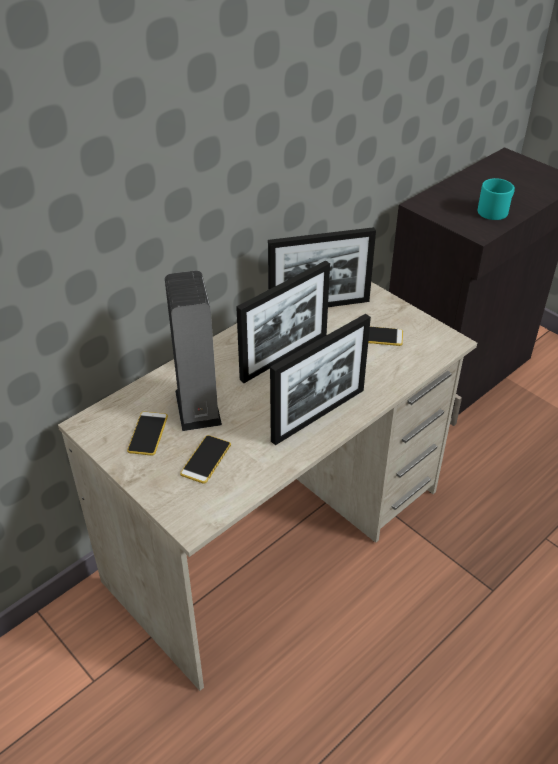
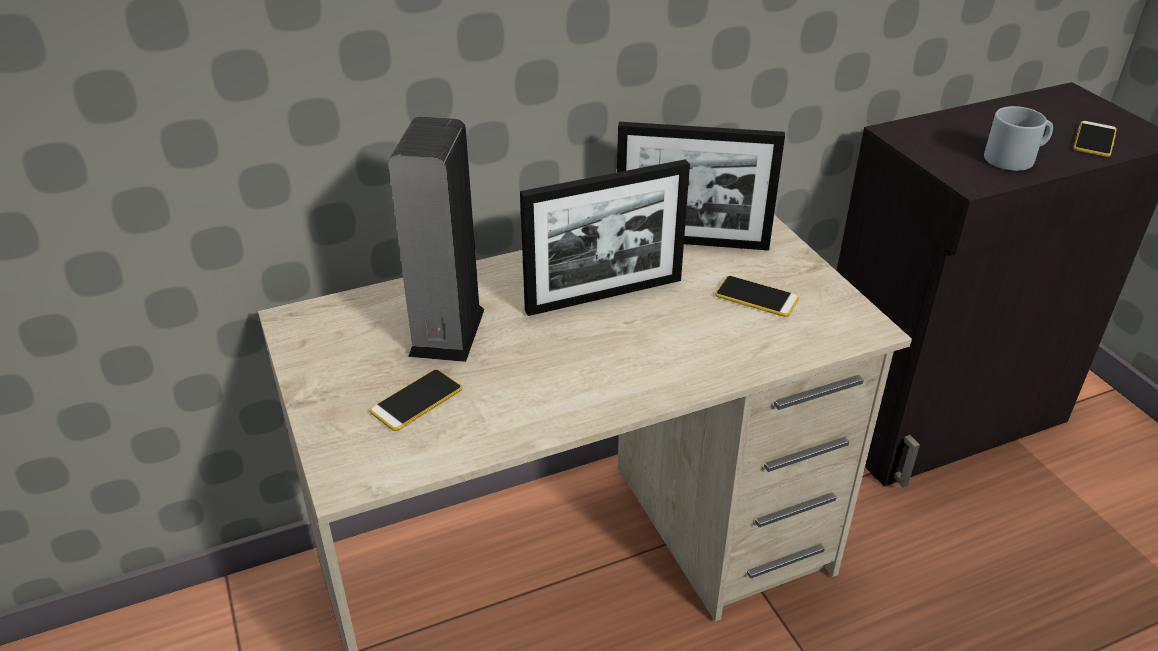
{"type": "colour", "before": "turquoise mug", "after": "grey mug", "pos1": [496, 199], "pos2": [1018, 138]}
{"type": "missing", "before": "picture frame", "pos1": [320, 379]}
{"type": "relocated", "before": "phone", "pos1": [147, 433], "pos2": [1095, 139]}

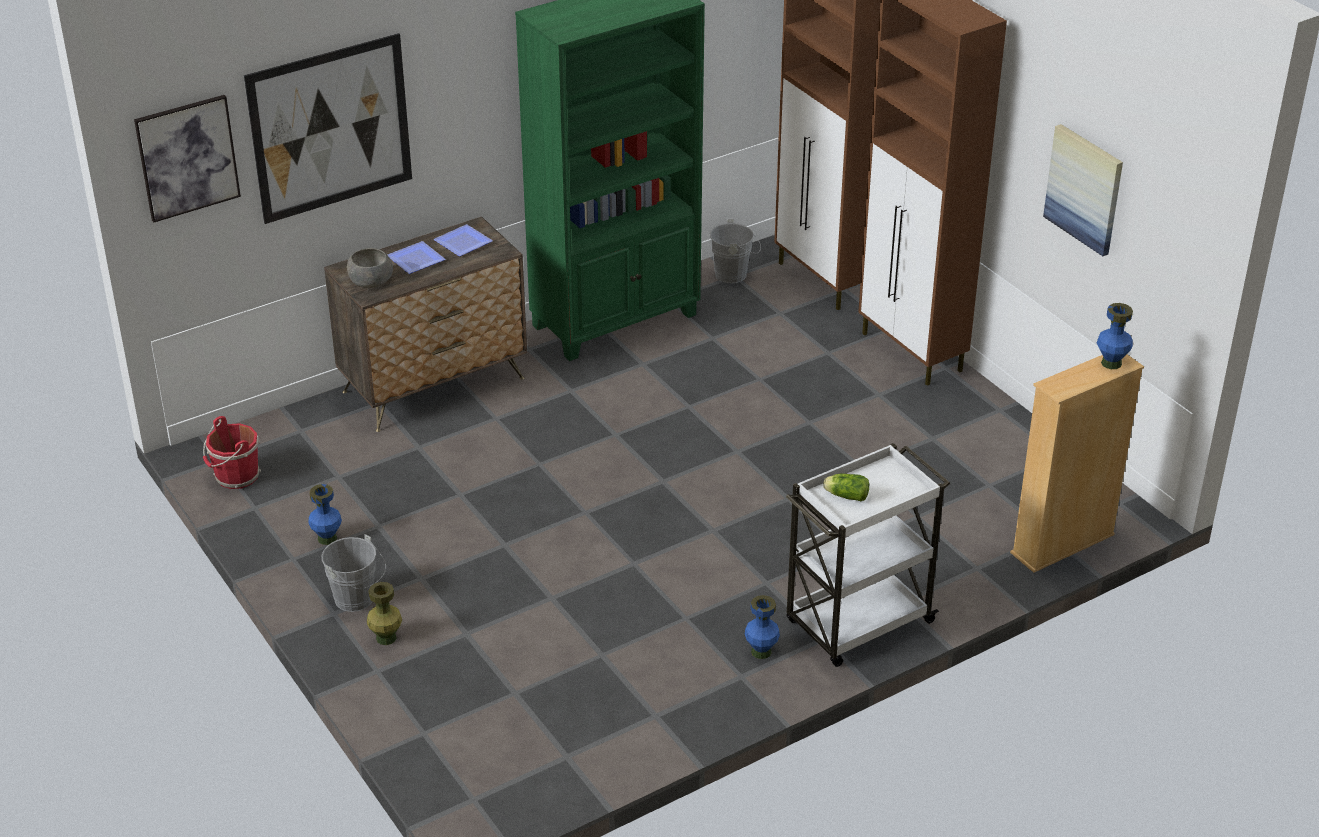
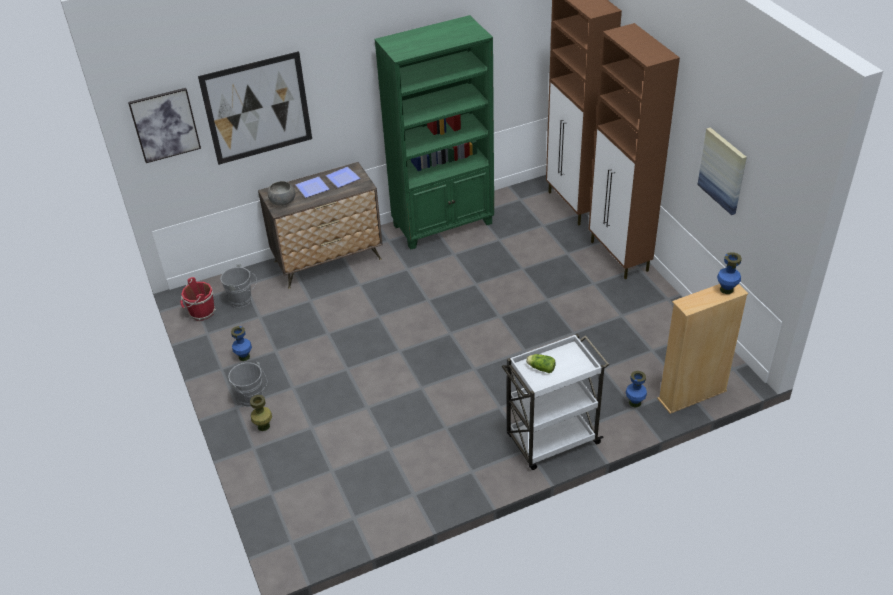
{"type": "relocated", "before": "grey bucket", "pos1": [735, 251], "pos2": [238, 285]}
{"type": "relocated", "before": "blue vase", "pos1": [762, 627], "pos2": [636, 389]}

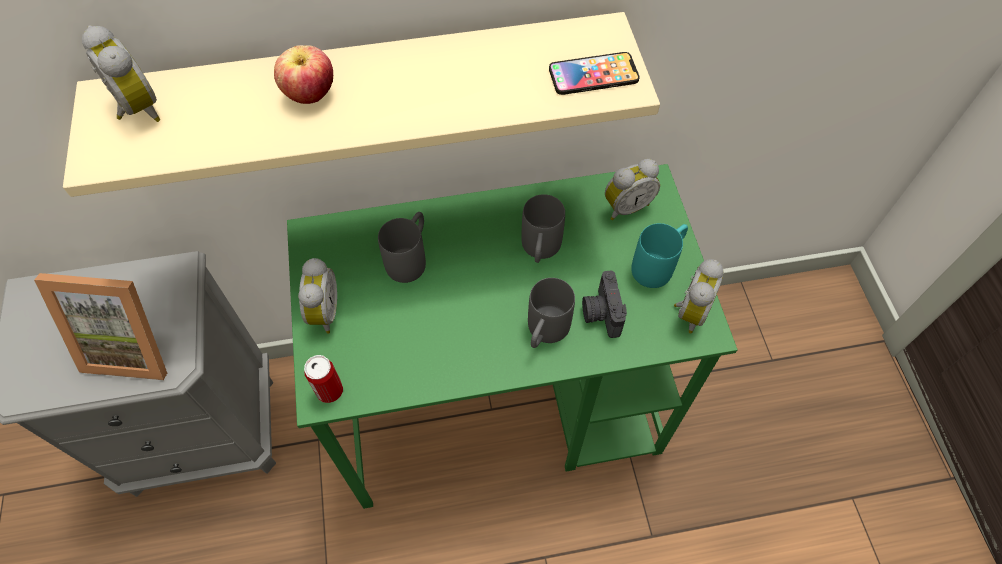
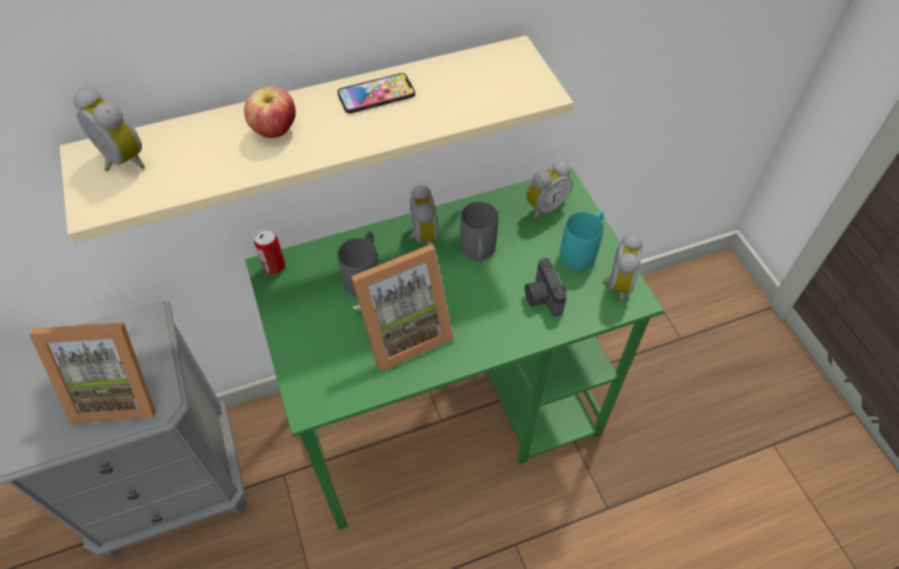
{"type": "relocated", "before": "phone", "pos1": [594, 73], "pos2": [376, 93]}
{"type": "relocated", "before": "alarm clock", "pos1": [317, 296], "pos2": [423, 214]}
{"type": "missing", "before": "grey mug", "pos1": [551, 313]}
{"type": "relocated", "before": "can", "pos1": [323, 379], "pos2": [269, 251]}
{"type": "appeared", "after": "picture frame", "pos2": [402, 308]}

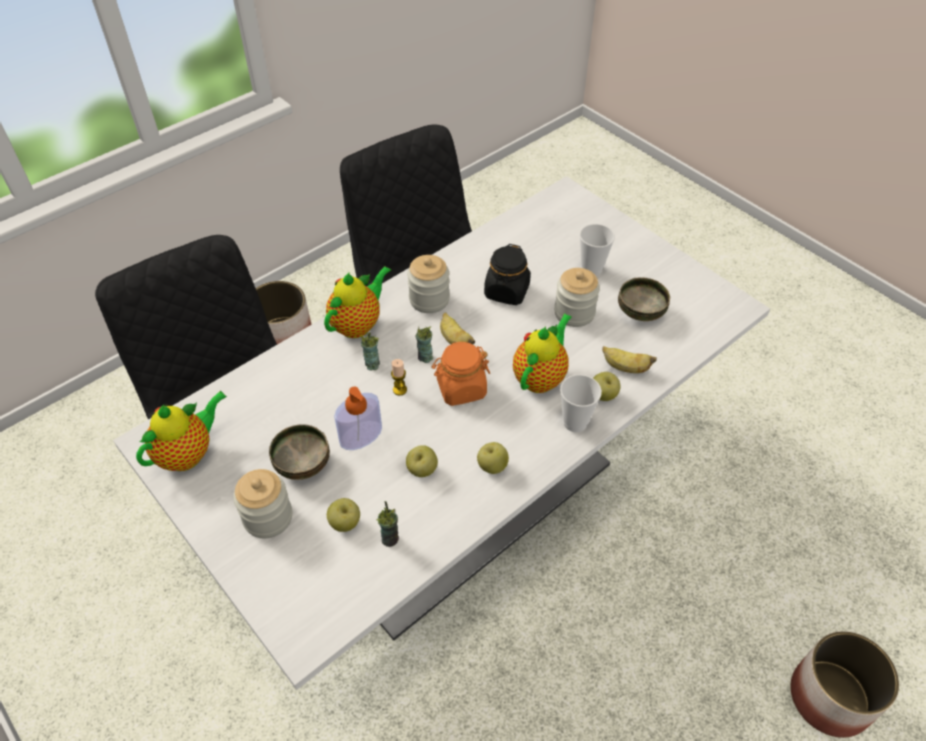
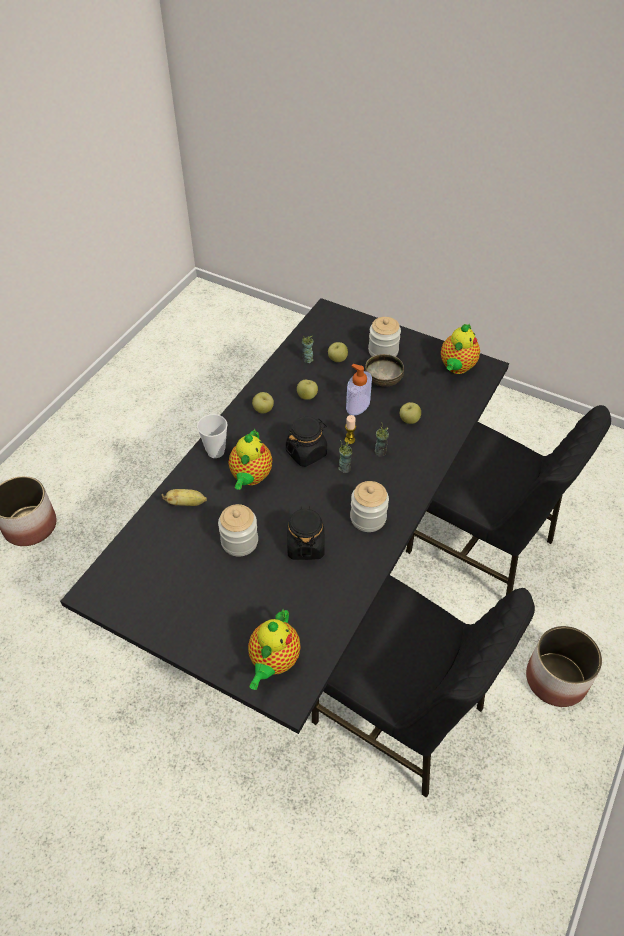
{"type": "colour", "before": "white dining table", "after": "black dining table", "pos1": [441, 433], "pos2": [284, 516]}
{"type": "missing", "before": "cup", "pos1": [597, 250]}
{"type": "relocated", "before": "teapot", "pos1": [357, 302], "pos2": [274, 649]}
{"type": "missing", "before": "bowl", "pos1": [644, 299]}
{"type": "missing", "before": "banana", "pos1": [457, 328]}
{"type": "colour", "before": "orange jar", "after": "black jar", "pos1": [460, 374], "pos2": [306, 442]}
{"type": "relocated", "before": "apple", "pos1": [606, 386], "pos2": [410, 413]}

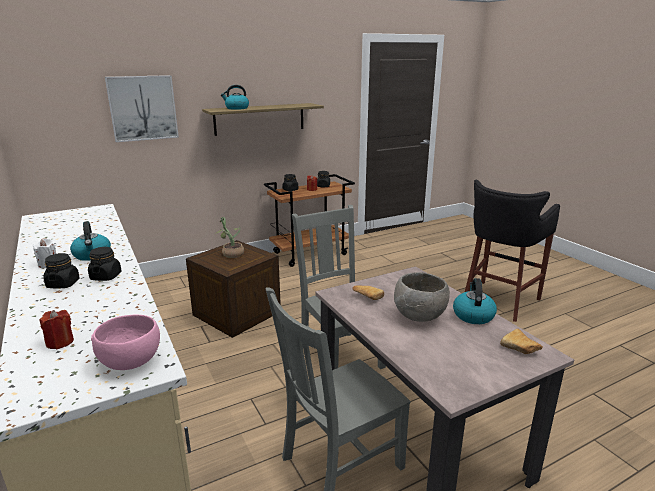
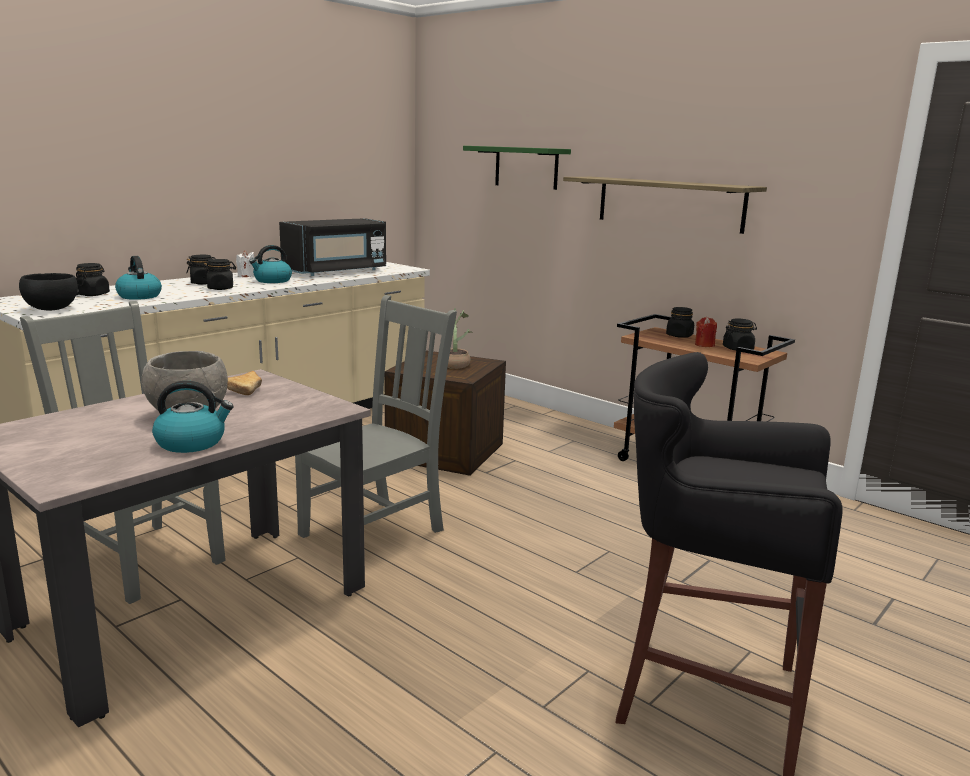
{"type": "exchanged", "before": "picture", "after": "green shelf", "pos1": [142, 108], "pos2": [517, 168]}
{"type": "relocated", "before": "kettle", "pos1": [235, 97], "pos2": [138, 278]}
{"type": "exchanged", "before": "red candle", "after": "black jar", "pos1": [57, 329], "pos2": [93, 279]}
{"type": "colour", "before": "pink bowl", "after": "black bowl", "pos1": [125, 342], "pos2": [49, 291]}
{"type": "missing", "before": "bread", "pos1": [521, 341]}
{"type": "appeared", "after": "black microwave", "pos2": [332, 247]}

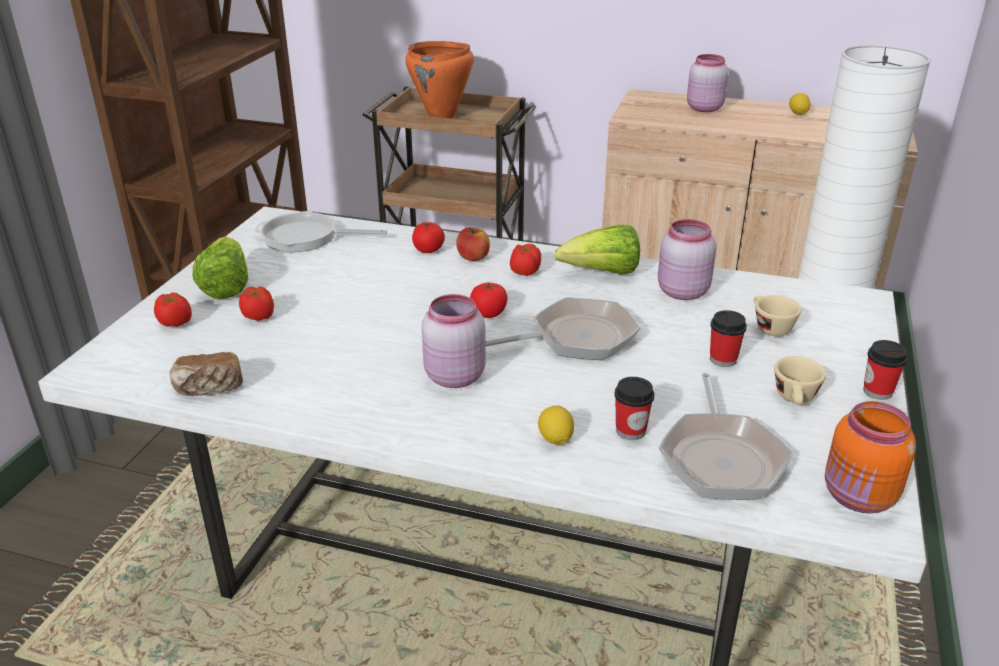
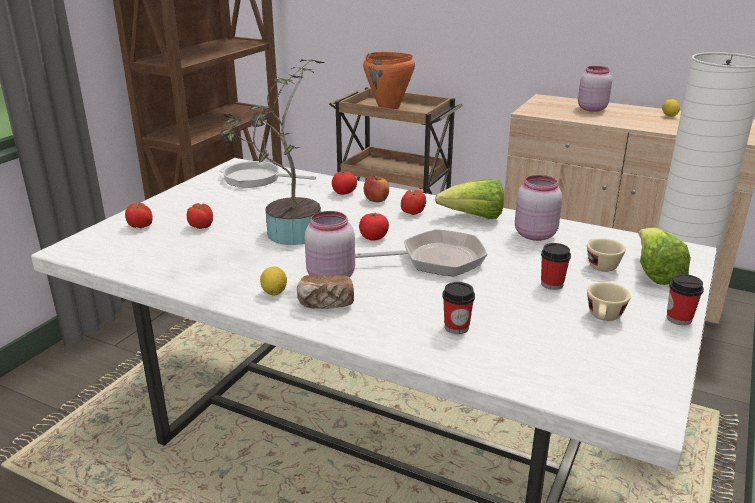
{"type": "relocated", "before": "lettuce", "pos1": [220, 267], "pos2": [665, 256]}
{"type": "relocated", "before": "bread", "pos1": [206, 374], "pos2": [325, 292]}
{"type": "missing", "before": "frying pan", "pos1": [725, 436]}
{"type": "missing", "before": "orange jar", "pos1": [870, 457]}
{"type": "relocated", "before": "lemon", "pos1": [556, 425], "pos2": [273, 281]}
{"type": "appeared", "after": "potted plant", "pos2": [272, 152]}

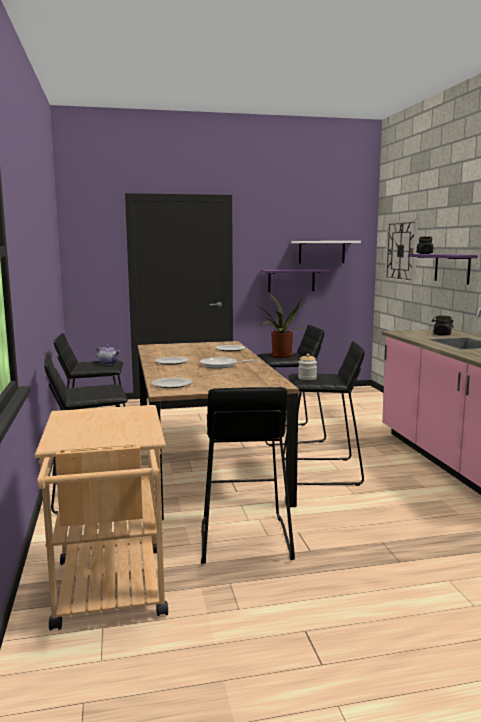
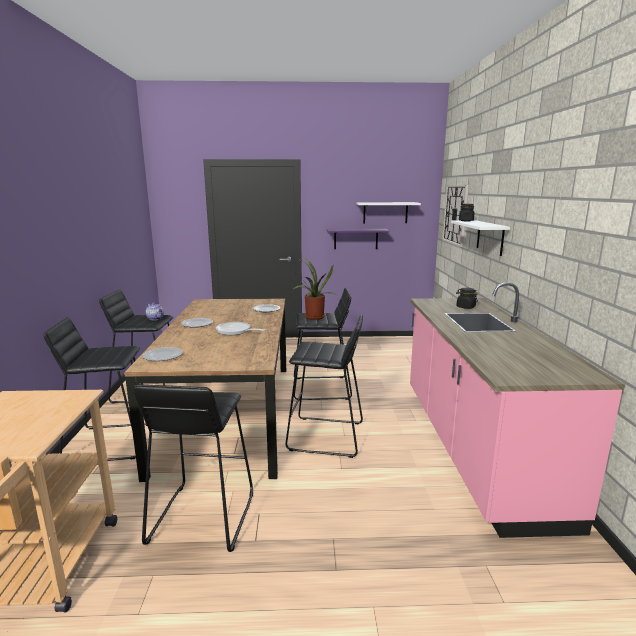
{"type": "colour", "before": "purple shelf", "after": "white shelf", "pos1": [443, 269], "pos2": [480, 238]}
{"type": "missing", "before": "jar", "pos1": [307, 367]}

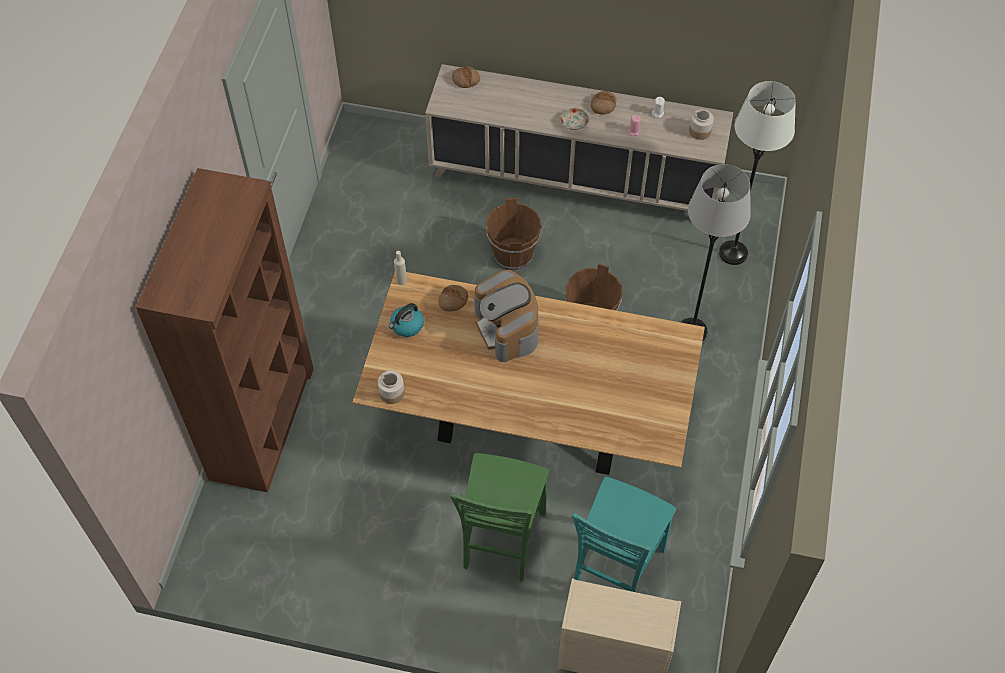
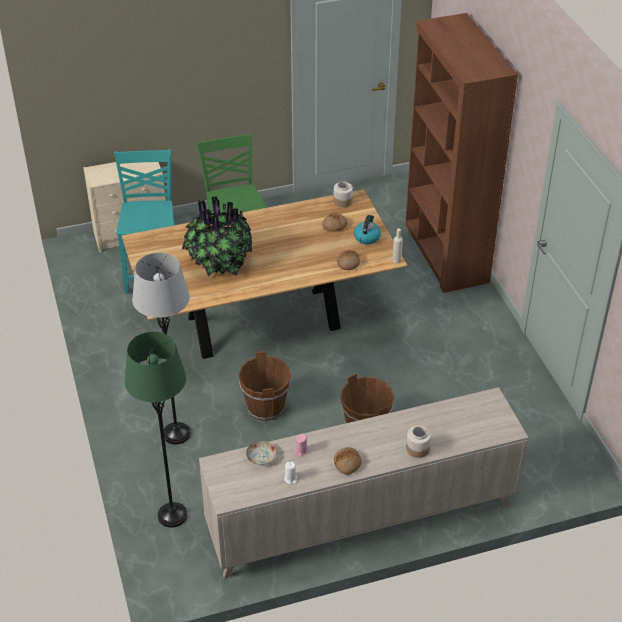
{"type": "relocated", "before": "bread", "pos1": [466, 77], "pos2": [334, 222]}
{"type": "colour", "before": "white floor lamp", "after": "green floor lamp", "pos1": [757, 173], "pos2": [155, 430]}
{"type": "relocated", "before": "plate", "pos1": [574, 119], "pos2": [261, 453]}
{"type": "relocated", "before": "jar", "pos1": [701, 124], "pos2": [418, 442]}
{"type": "missing", "before": "coffee machine", "pos1": [506, 316]}
{"type": "appeared", "after": "potted plant", "pos2": [217, 236]}

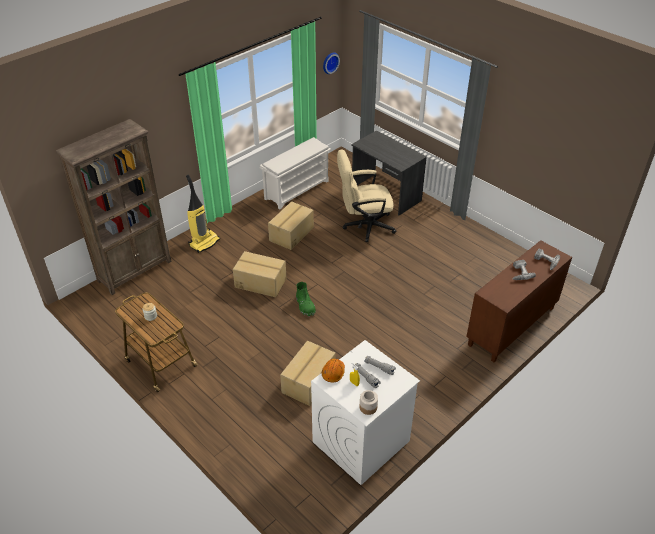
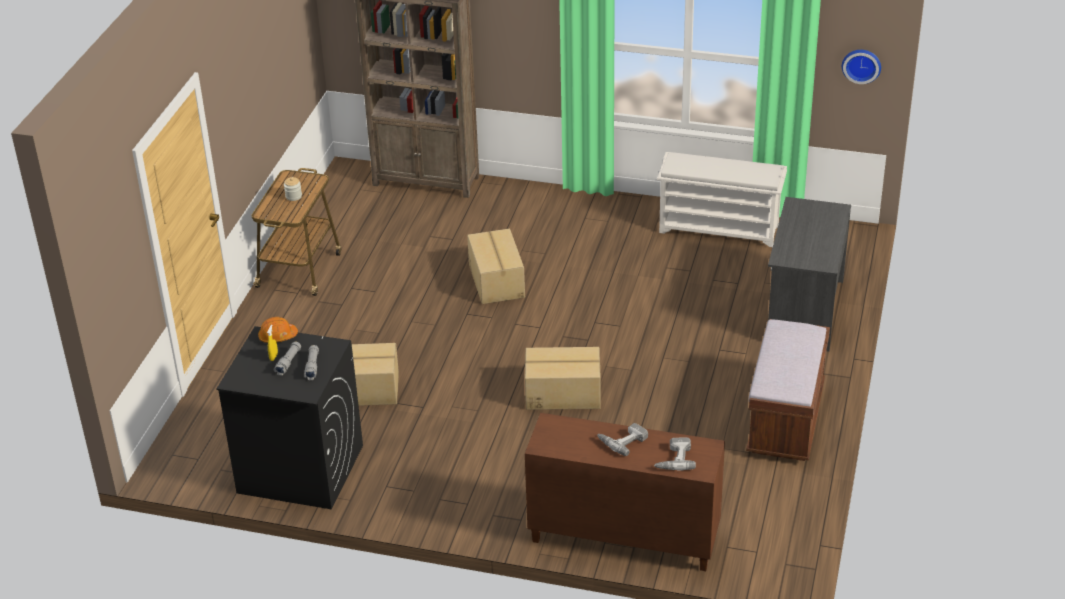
{"type": "missing", "before": "beige office chair", "pos1": [366, 195]}
{"type": "missing", "before": "vacuum cleaner", "pos1": [203, 213]}
{"type": "relocated", "before": "cardboard box", "pos1": [291, 225], "pos2": [563, 378]}
{"type": "missing", "before": "green boot", "pos1": [306, 299]}
{"type": "colour", "before": "white washing machine", "after": "black washing machine", "pos1": [365, 412], "pos2": [289, 418]}
{"type": "missing", "before": "jar", "pos1": [369, 402]}
{"type": "appeared", "after": "brown bench", "pos2": [788, 390]}

